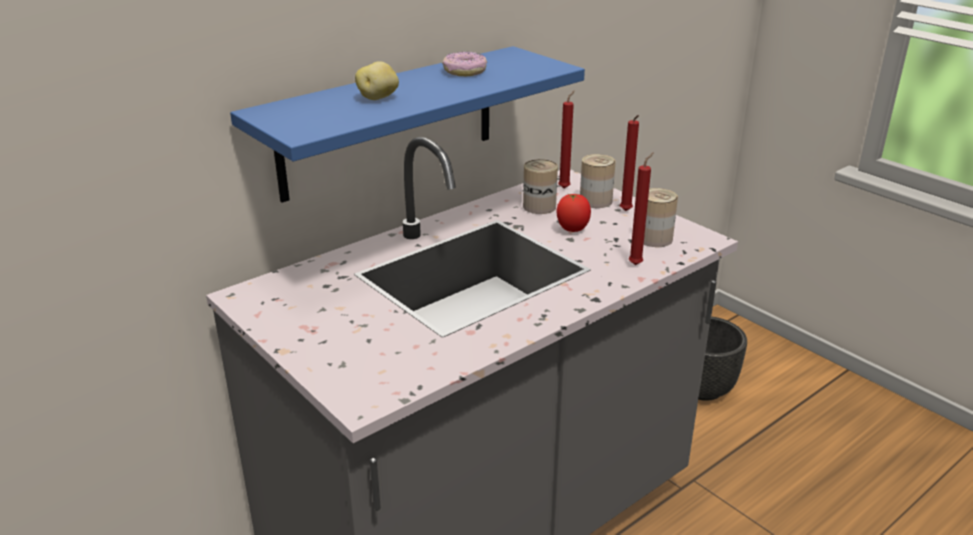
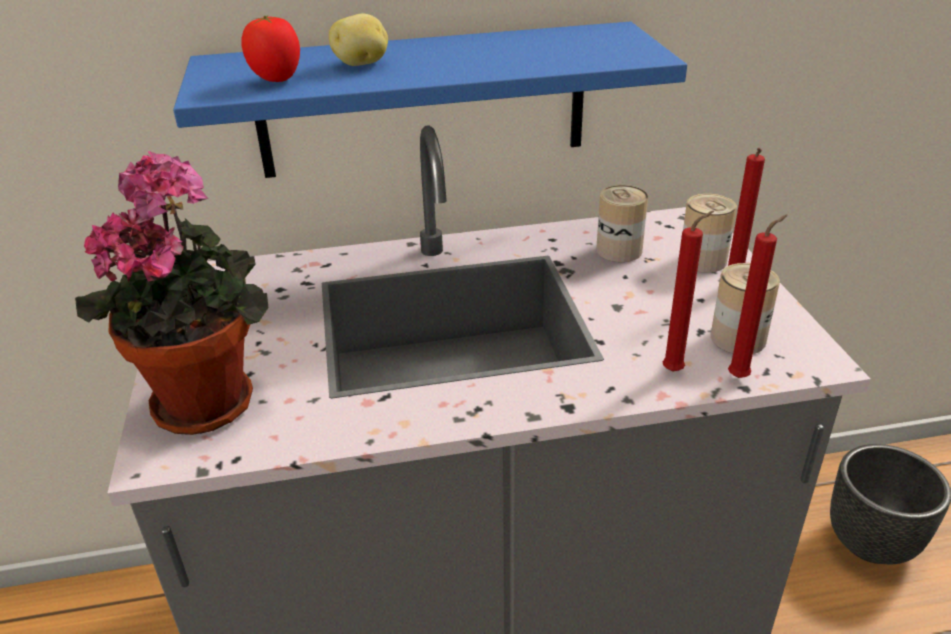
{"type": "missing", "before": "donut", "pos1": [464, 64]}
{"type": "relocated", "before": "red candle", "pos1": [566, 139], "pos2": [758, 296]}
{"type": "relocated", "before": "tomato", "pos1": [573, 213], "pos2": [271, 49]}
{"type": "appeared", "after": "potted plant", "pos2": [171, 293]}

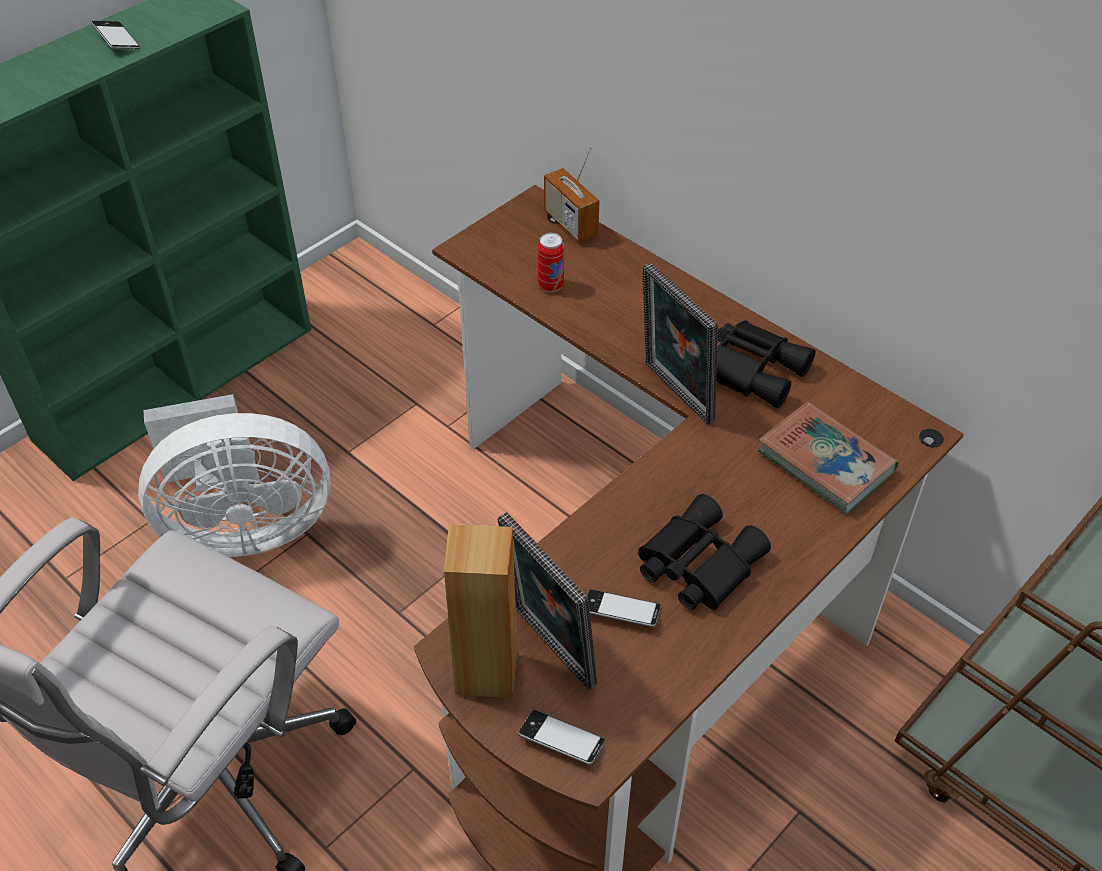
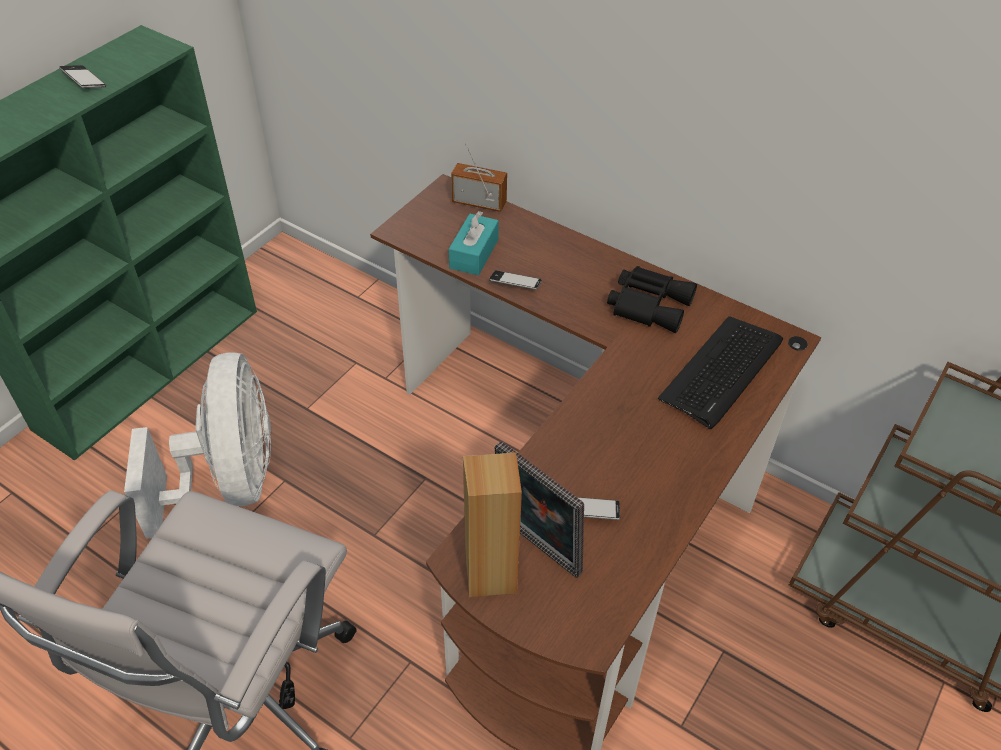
{"type": "spun", "before": "radio", "pos1": [571, 195], "pos2": [479, 177], "turn": 150}
{"type": "exchanged", "before": "can", "after": "turquoise tissue box", "pos1": [551, 262], "pos2": [474, 243]}
{"type": "missing", "before": "picture frame", "pos1": [680, 343]}
{"type": "spun", "before": "white fan", "pos1": [234, 475], "pos2": [197, 445], "turn": -75}
{"type": "exchanged", "before": "book", "after": "keyboard", "pos1": [828, 458], "pos2": [720, 372]}
{"type": "missing", "before": "black binoculars", "pos1": [704, 552]}
{"type": "relocated", "before": "phone", "pos1": [561, 737], "pos2": [515, 280]}

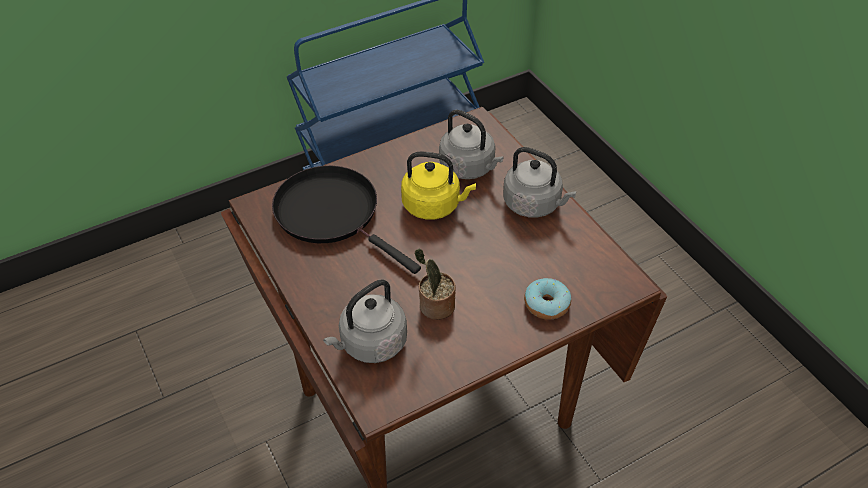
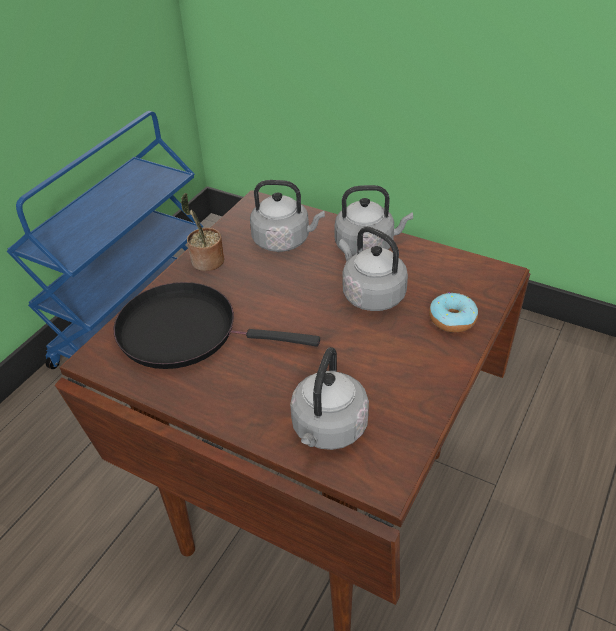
{"type": "missing", "before": "yellow kettle", "pos1": [438, 186]}
{"type": "relocated", "before": "potted plant", "pos1": [435, 284], "pos2": [202, 232]}
{"type": "appeared", "after": "grey kettle", "pos2": [373, 269]}

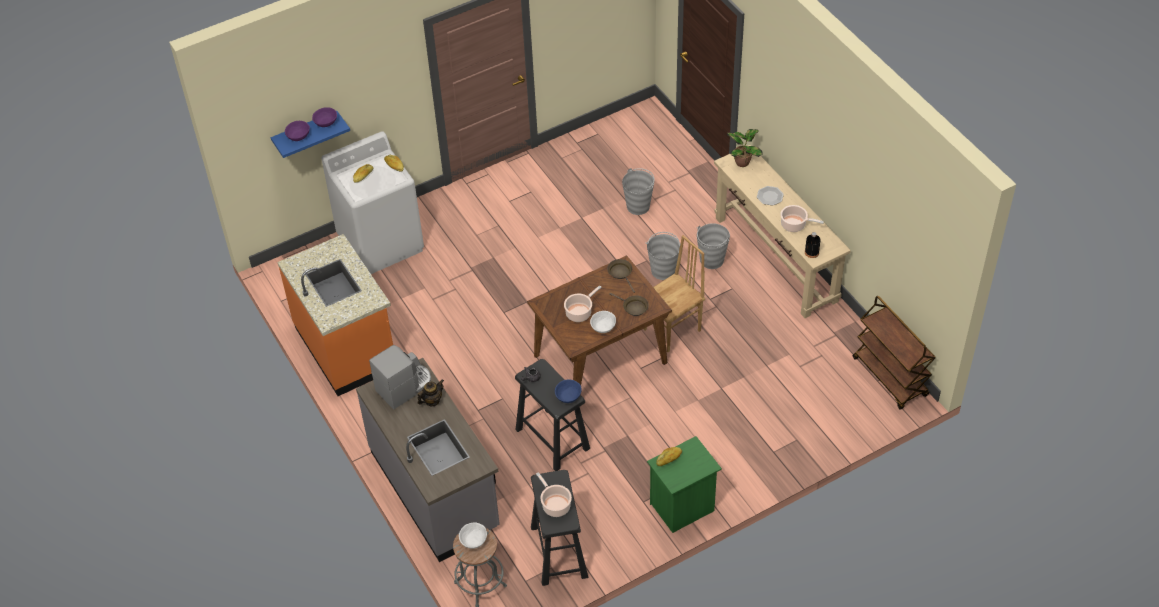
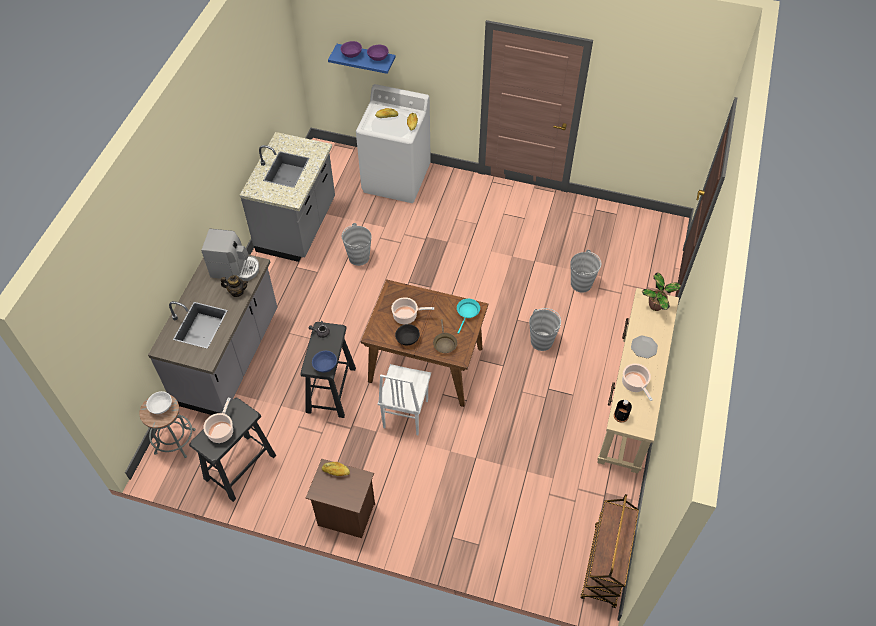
{"type": "relocated", "before": "grey bucket", "pos1": [713, 246], "pos2": [357, 244]}
{"type": "colour", "before": "orange counter", "after": "grey counter", "pos1": [335, 315], "pos2": [287, 197]}
{"type": "missing", "before": "brown chair", "pos1": [674, 293]}
{"type": "colour", "before": "brown frying pan", "after": "turquoise frying pan", "pos1": [621, 276], "pos2": [468, 316]}
{"type": "colour", "before": "white bowl", "after": "black bowl", "pos1": [603, 322], "pos2": [407, 334]}
{"type": "colour", "before": "green nightstand", "after": "brown nightstand", "pos1": [684, 484], "pos2": [340, 498]}
{"type": "appeared", "after": "white chair", "pos2": [404, 399]}

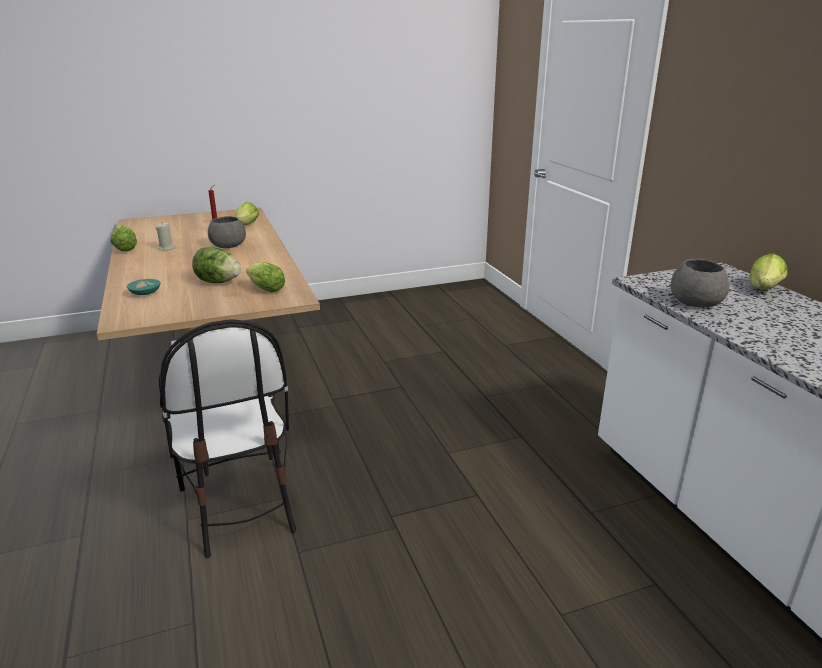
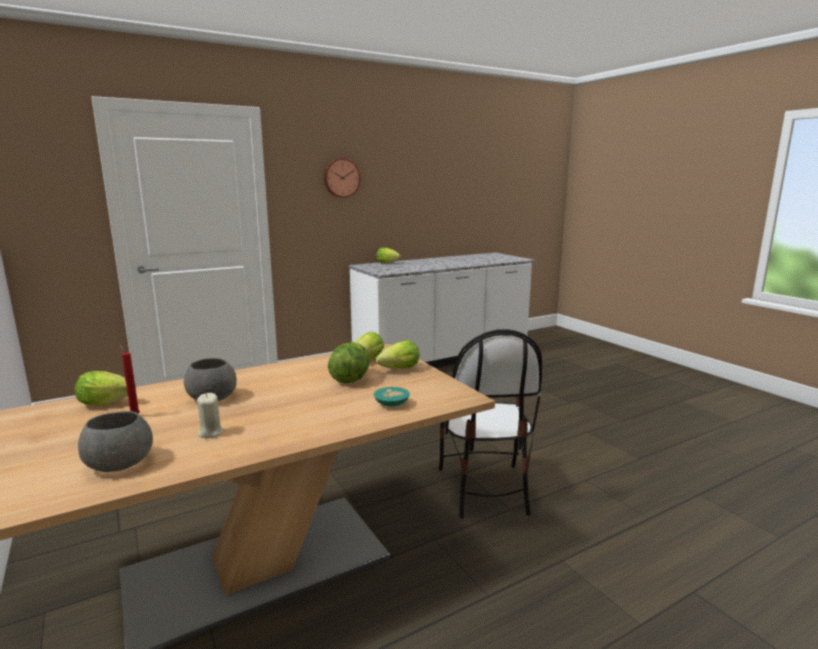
{"type": "relocated", "before": "lettuce", "pos1": [124, 238], "pos2": [397, 355]}
{"type": "relocated", "before": "grey bowl", "pos1": [700, 283], "pos2": [115, 441]}
{"type": "spun", "before": "chair", "pos1": [227, 439], "pos2": [490, 424], "turn": 120}
{"type": "appeared", "after": "wall clock", "pos2": [342, 178]}

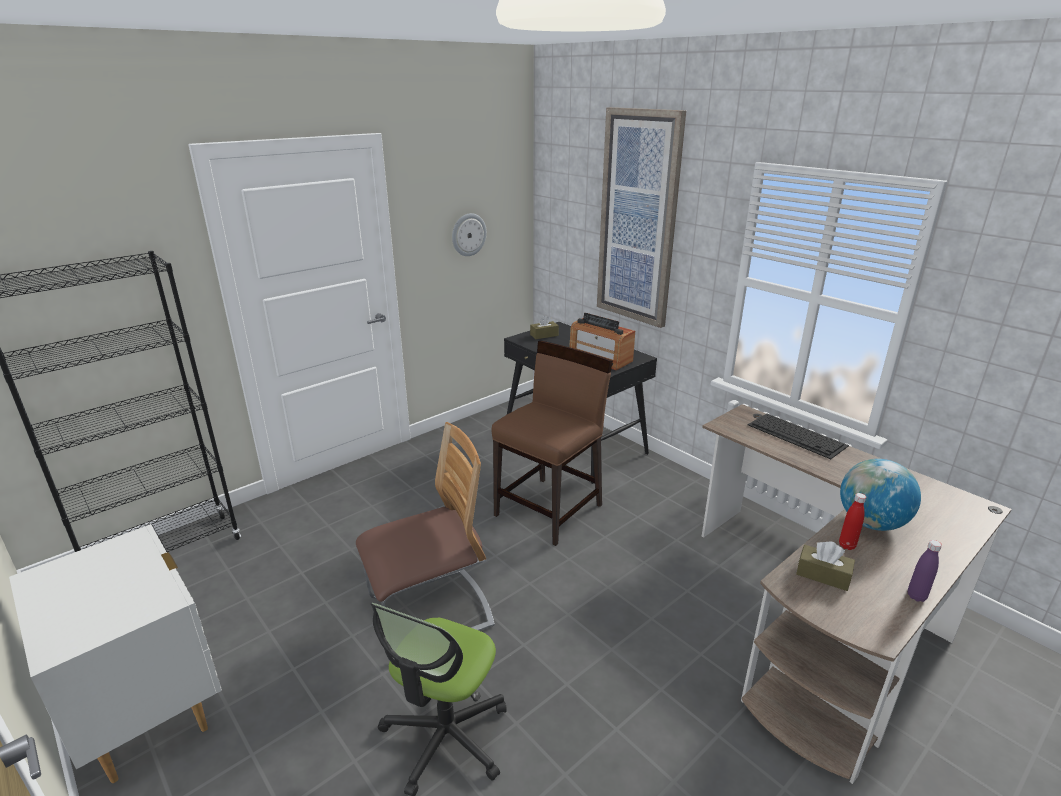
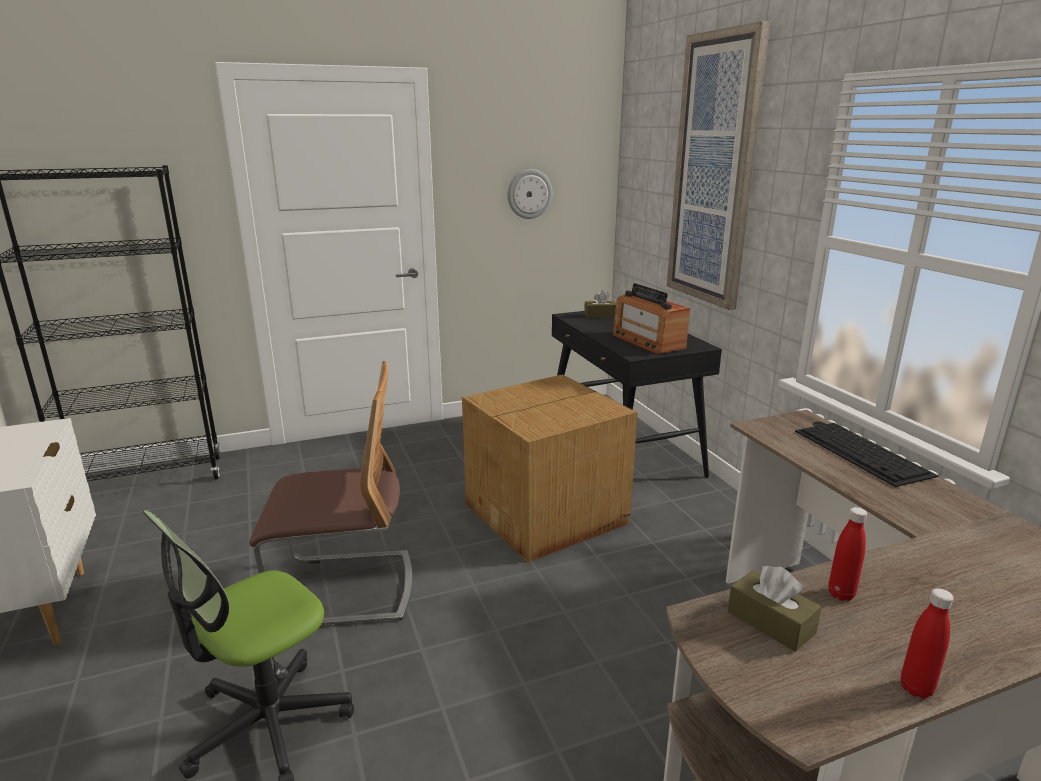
{"type": "exchanged", "before": "brown chair", "after": "cardboard box", "pos1": [552, 443], "pos2": [550, 468]}
{"type": "missing", "before": "globe", "pos1": [880, 495]}
{"type": "colour", "before": "purple bottle", "after": "red bottle", "pos1": [925, 571], "pos2": [927, 643]}

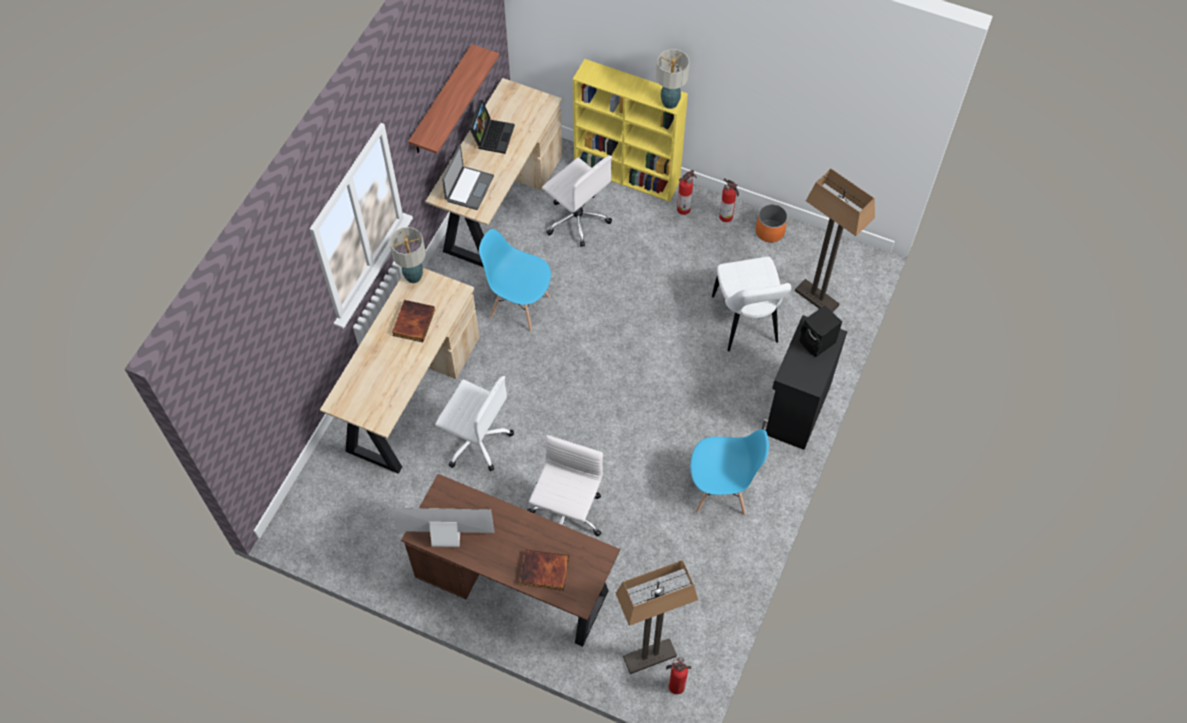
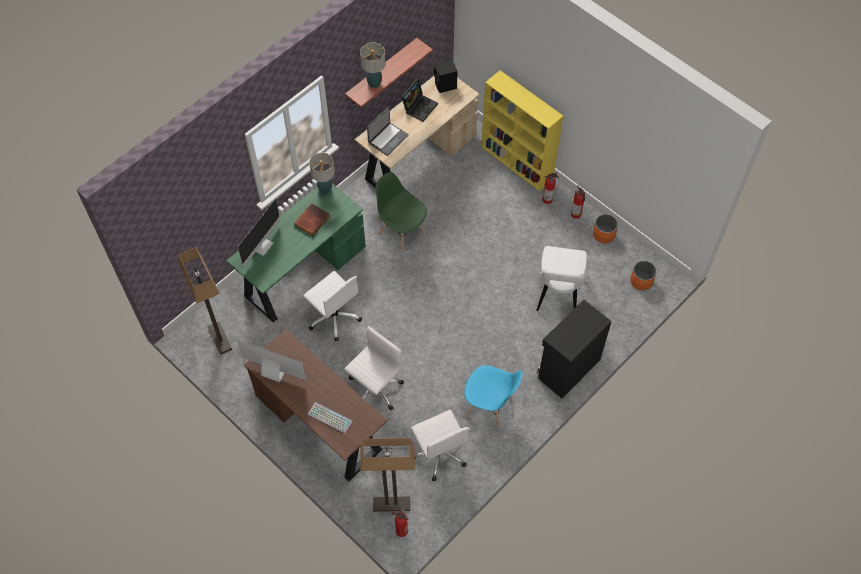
{"type": "relocated", "before": "table lamp", "pos1": [672, 79], "pos2": [373, 65]}
{"type": "relocated", "before": "white office chair", "pos1": [577, 201], "pos2": [440, 445]}
{"type": "relocated", "before": "floor lamp", "pos1": [835, 240], "pos2": [205, 301]}
{"type": "colour", "before": "blue chair", "after": "green chair", "pos1": [515, 280], "pos2": [401, 213]}
{"type": "colour", "before": "beige desk", "after": "green desk", "pos1": [400, 371], "pos2": [296, 253]}
{"type": "relocated", "before": "black speaker", "pos1": [820, 331], "pos2": [445, 76]}
{"type": "exchanged", "before": "book", "after": "keyboard", "pos1": [544, 570], "pos2": [330, 418]}
{"type": "appeared", "after": "monitor", "pos2": [259, 233]}
{"type": "appeared", "after": "orange planter", "pos2": [643, 275]}

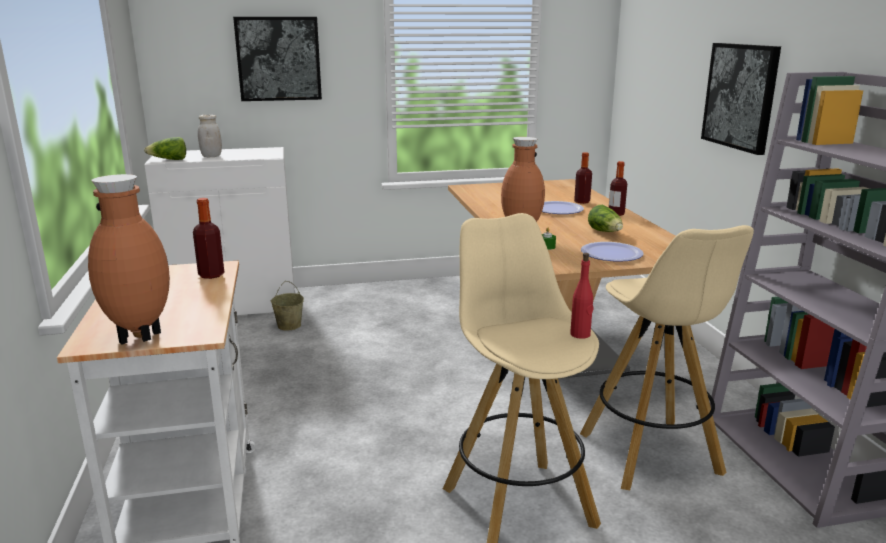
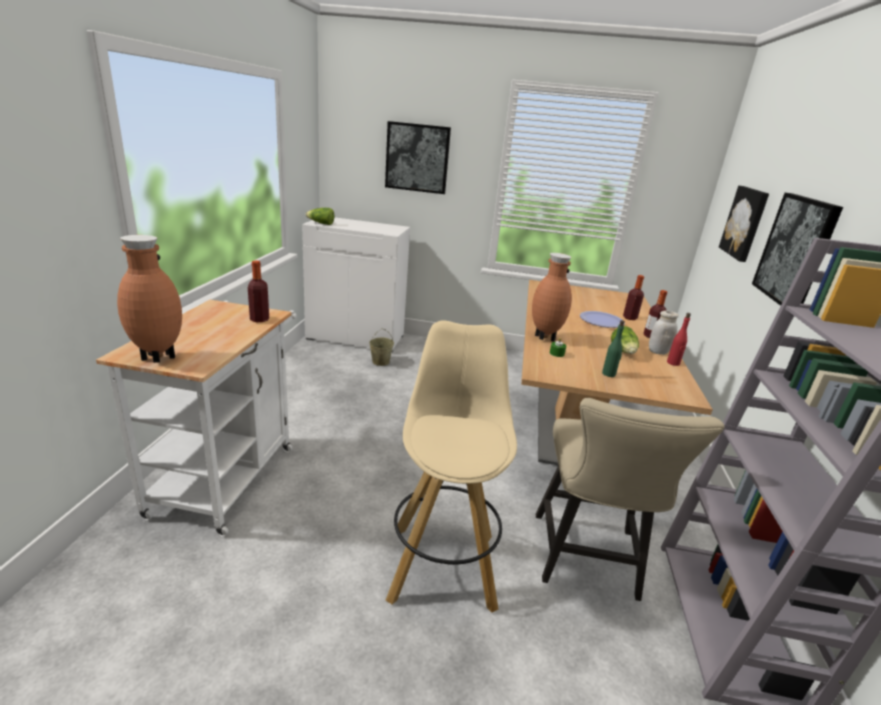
{"type": "relocated", "before": "white jar", "pos1": [210, 136], "pos2": [664, 333]}
{"type": "exchanged", "before": "beige stool", "after": "beige chair", "pos1": [667, 357], "pos2": [630, 499]}
{"type": "exchanged", "before": "plate", "after": "green bottle", "pos1": [612, 252], "pos2": [613, 348]}
{"type": "relocated", "before": "red bottle", "pos1": [581, 296], "pos2": [679, 339]}
{"type": "appeared", "after": "picture", "pos2": [744, 224]}

